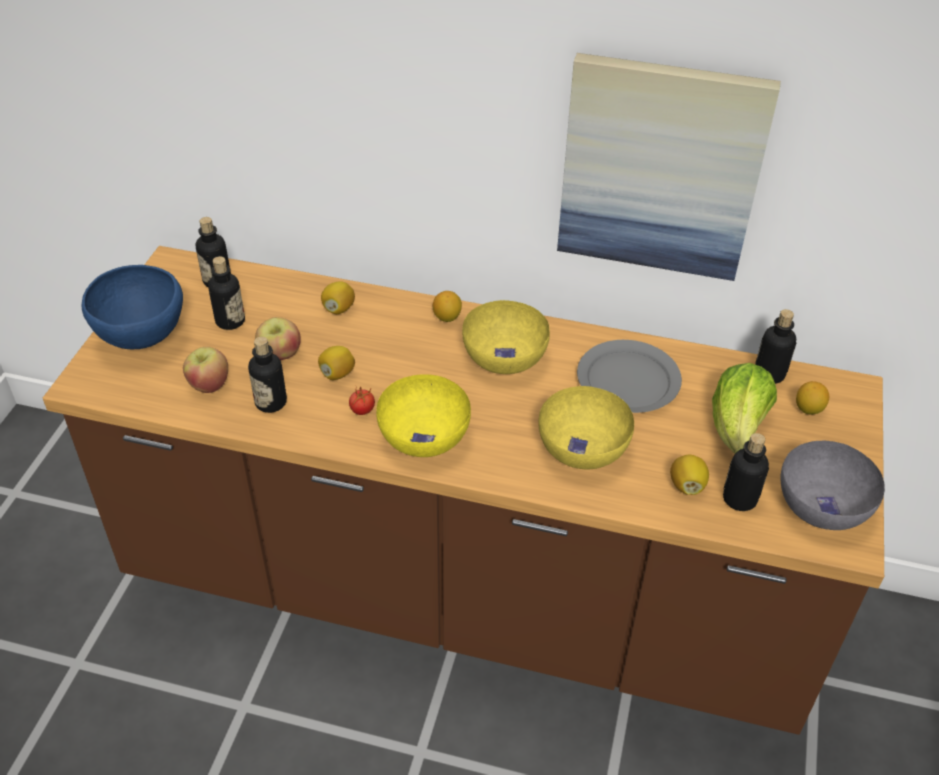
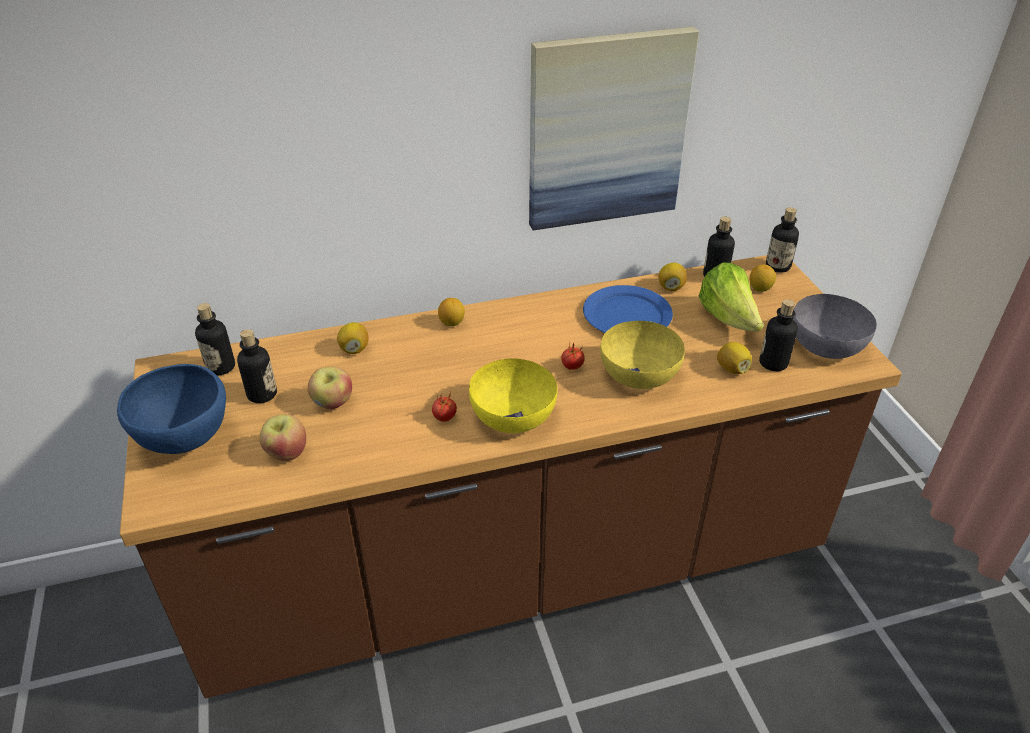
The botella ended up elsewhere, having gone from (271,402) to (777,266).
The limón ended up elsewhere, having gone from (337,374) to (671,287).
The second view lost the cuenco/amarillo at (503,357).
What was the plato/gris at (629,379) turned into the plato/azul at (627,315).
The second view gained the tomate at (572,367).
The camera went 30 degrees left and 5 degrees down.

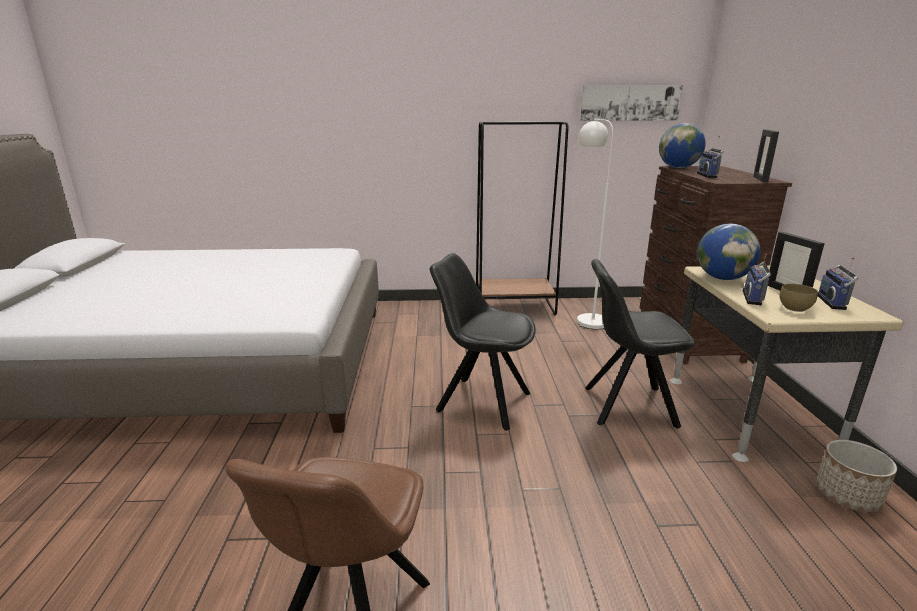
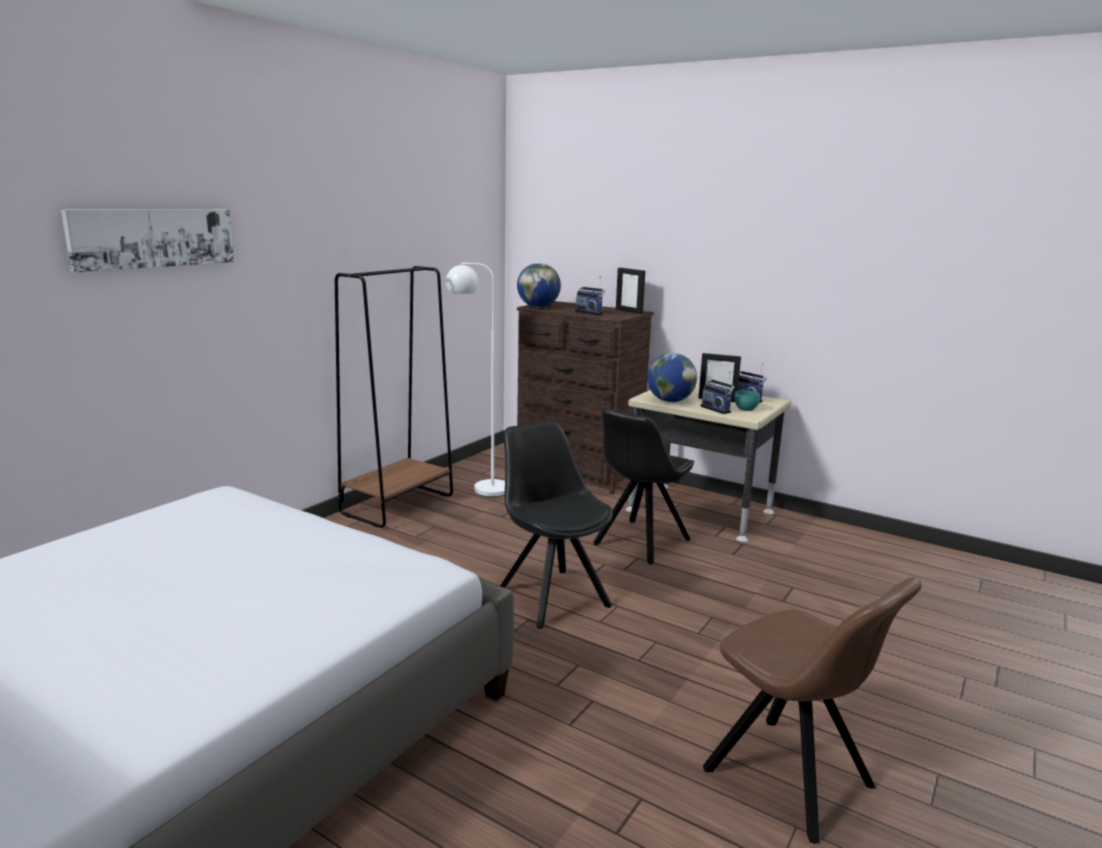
The silla/negro at (483,402) ended up facing another way, 90 degrees clockwise from before.
The cuadro ended up elsewhere, having gone from (630,103) to (153,238).
What was the cuenco/marrón at (796,308) turned into the cuenco/turquesa at (746,409).
The second view lost the maceta at (847,496).
The camera went 55 degrees left and 5 degrees down.

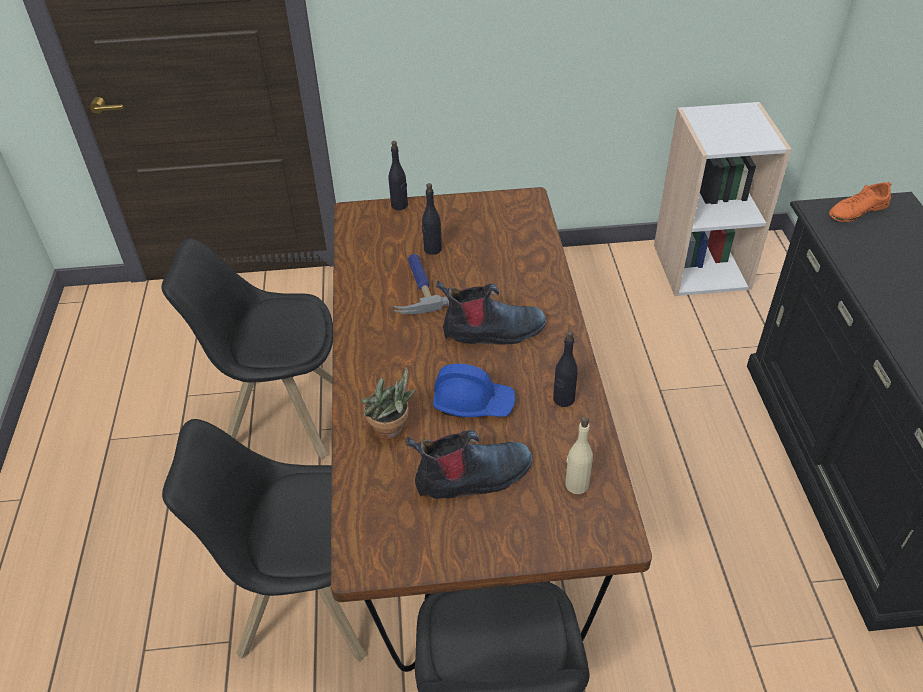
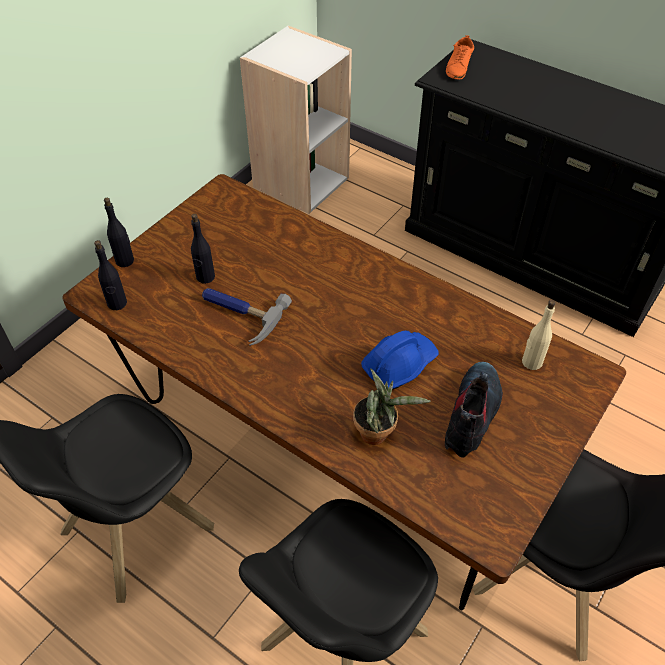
The second view lost the bota at (492,332).
The botella/negro ended up elsewhere, having gone from (563,399) to (117,303).
The camera went 50 degrees left and 5 degrees up.

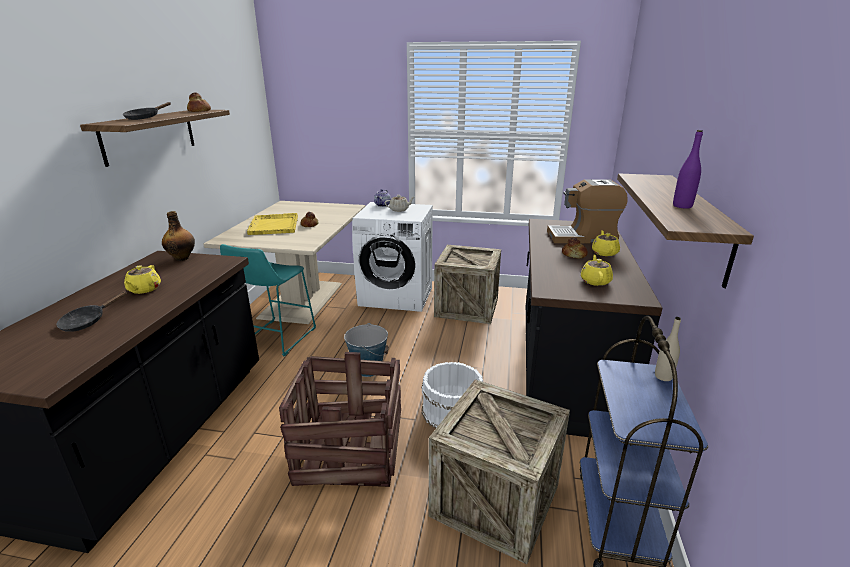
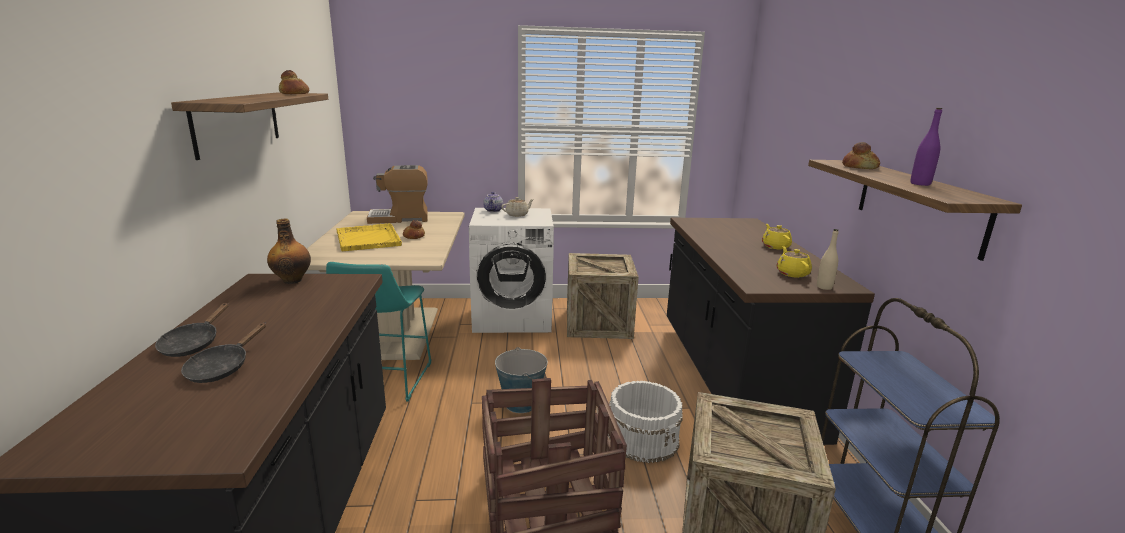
The sartén/negro ended up elsewhere, having gone from (145,118) to (193,344).
The second view lost the tetera/amarillo at (144,289).
The cafetera ended up elsewhere, having gone from (583,237) to (400,218).
The pan ended up elsewhere, having gone from (574,255) to (860,167).
The botella/beis ended up elsewhere, having gone from (663,376) to (824,287).
The camera went 15 degrees left and 5 degrees down.

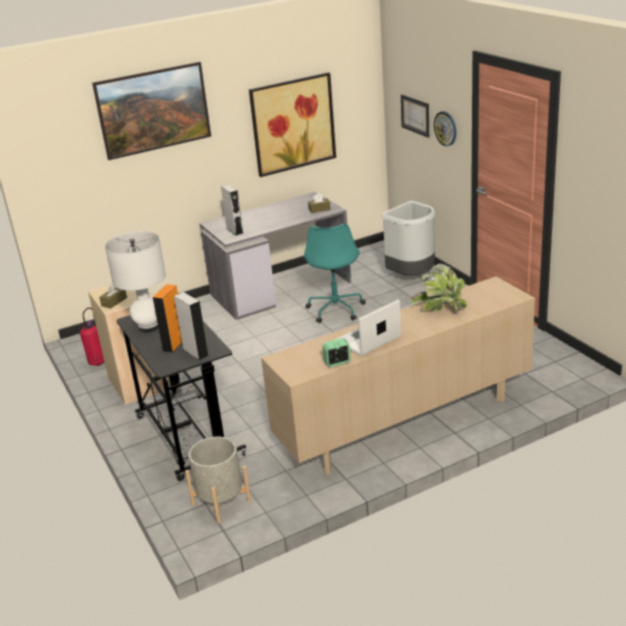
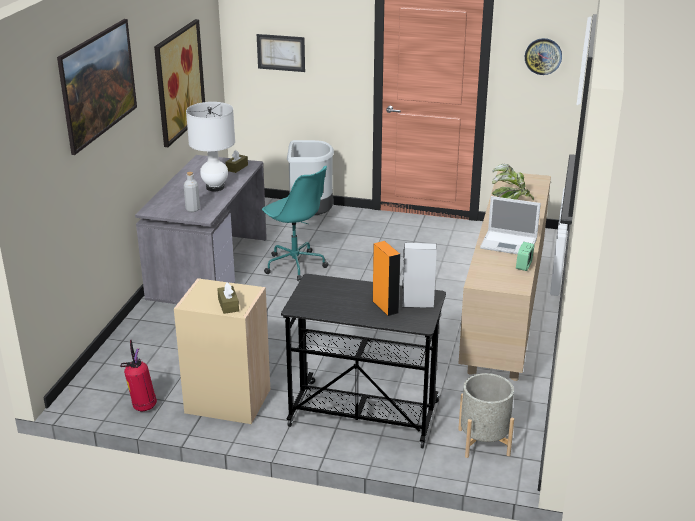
The lámpara de mesa/blanco ended up elsewhere, having gone from (149,327) to (215,187).
Where the altavoz/gris stood at (234,231), the botella/gris came to stand at (193,209).
The portátil at (367,340) ended up facing another way, 75 degrees counterclockwise from before.
The reloj de pared ended up elsewhere, having gone from (446,128) to (543,56).
The camera went 50 degrees left and 0 degrees up.

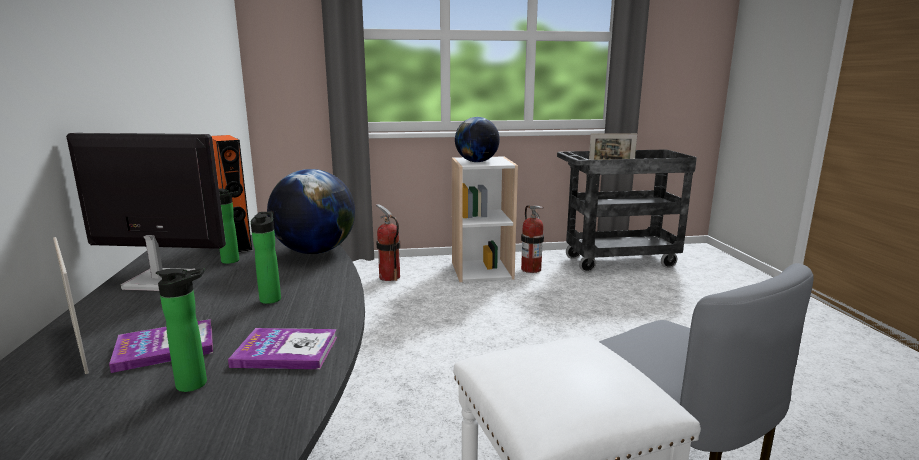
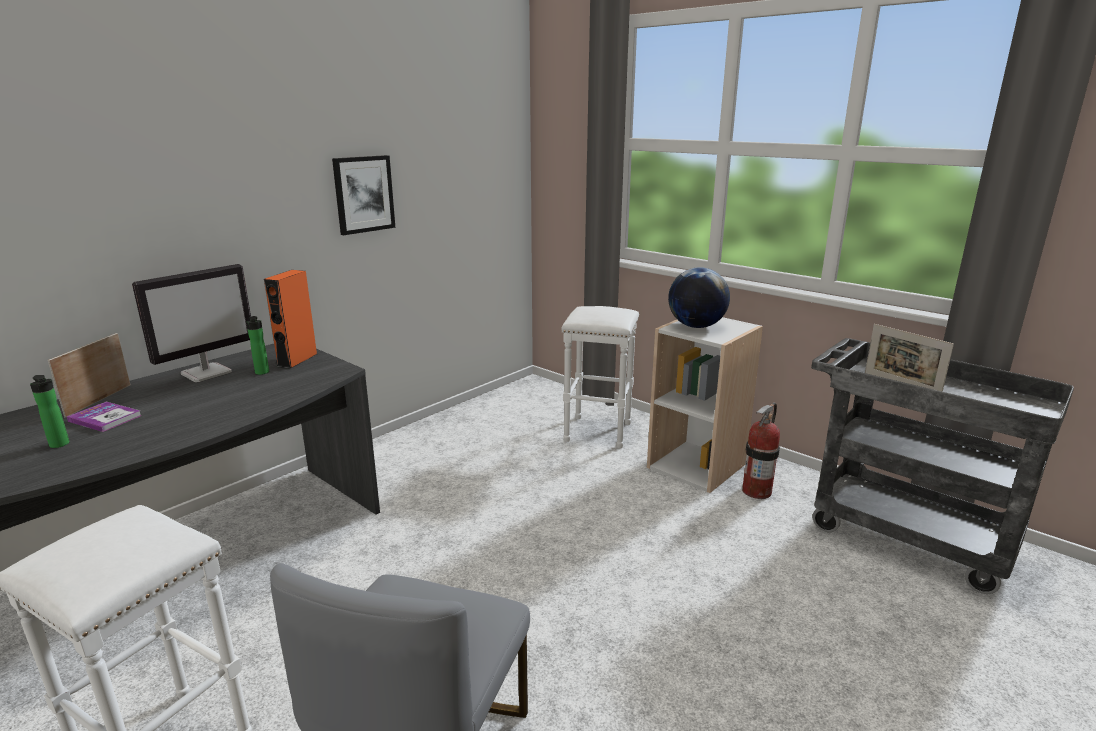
The monitor at (158,281) ended up facing another way, 75 degrees clockwise from before.
The second view lost the libro at (286,351).
The second view lost the botella at (271,298).
The second view lost the globo terráqueo at (315,252).
Where the extintor stood at (389,277), the taburete/blanco came to stand at (596,431).
The second view gained the cuadro at (363,194).
The camera went 50 degrees right and 5 degrees up.

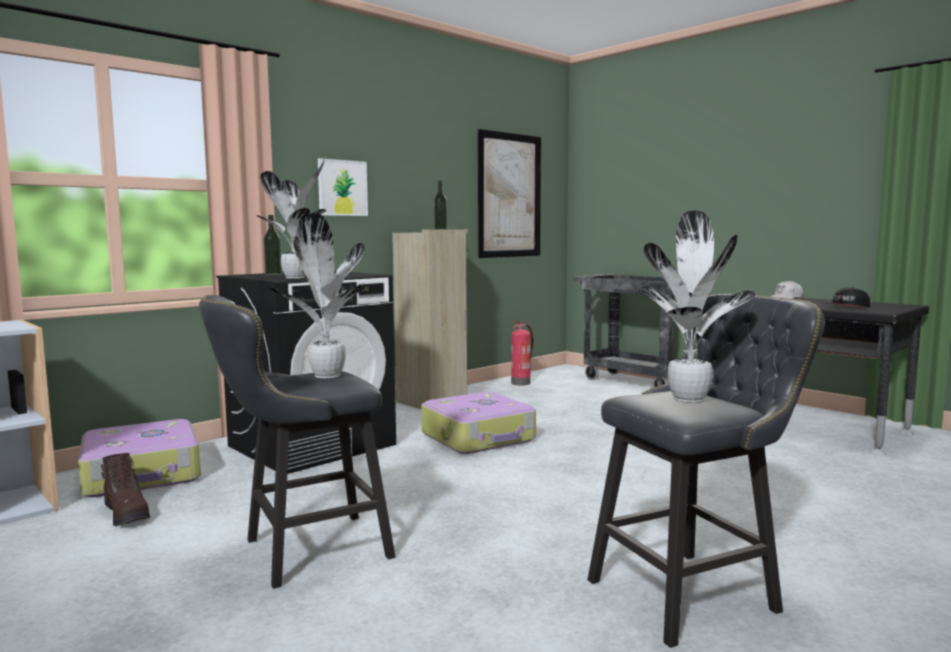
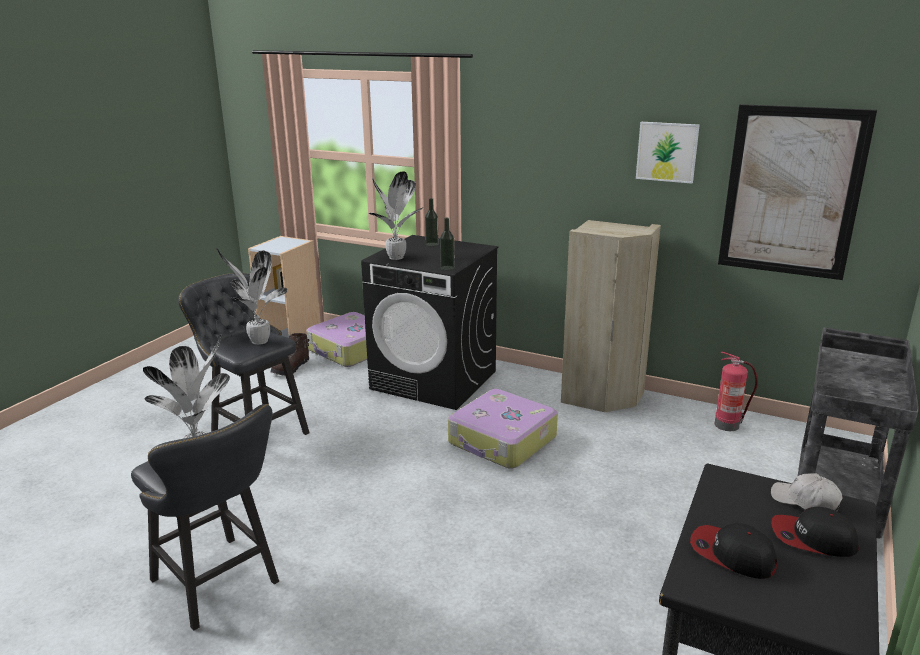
The cuadro ended up elsewhere, having gone from (342,188) to (667,152).
The botella ended up elsewhere, having gone from (440,229) to (447,268).
The second view gained the gorra at (812,539).
The camera went 70 degrees right and 15 degrees up.

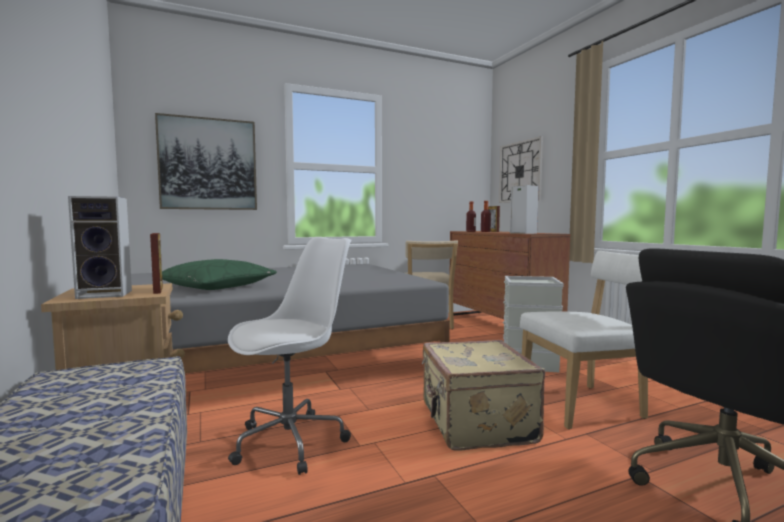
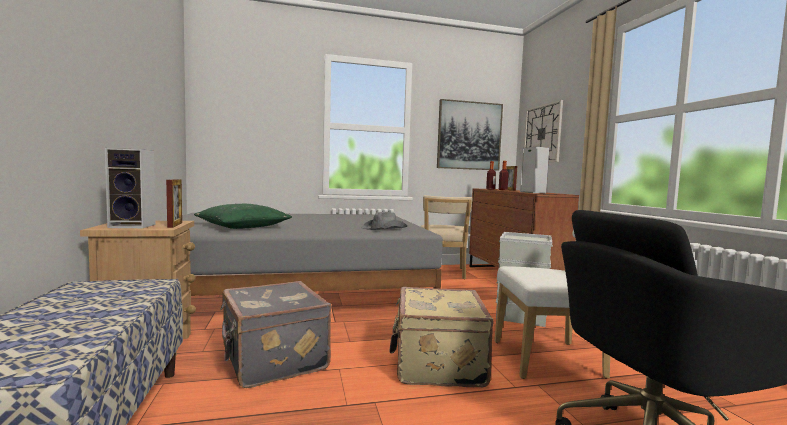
The cuadro ended up elsewhere, having gone from (208,164) to (469,135).
Where the silla de oficina/blanco stood at (292,442), the maleta/gris came to stand at (272,360).
The second view gained the sombrero/gris at (384,228).
The camera went 10 degrees right and 0 degrees up.

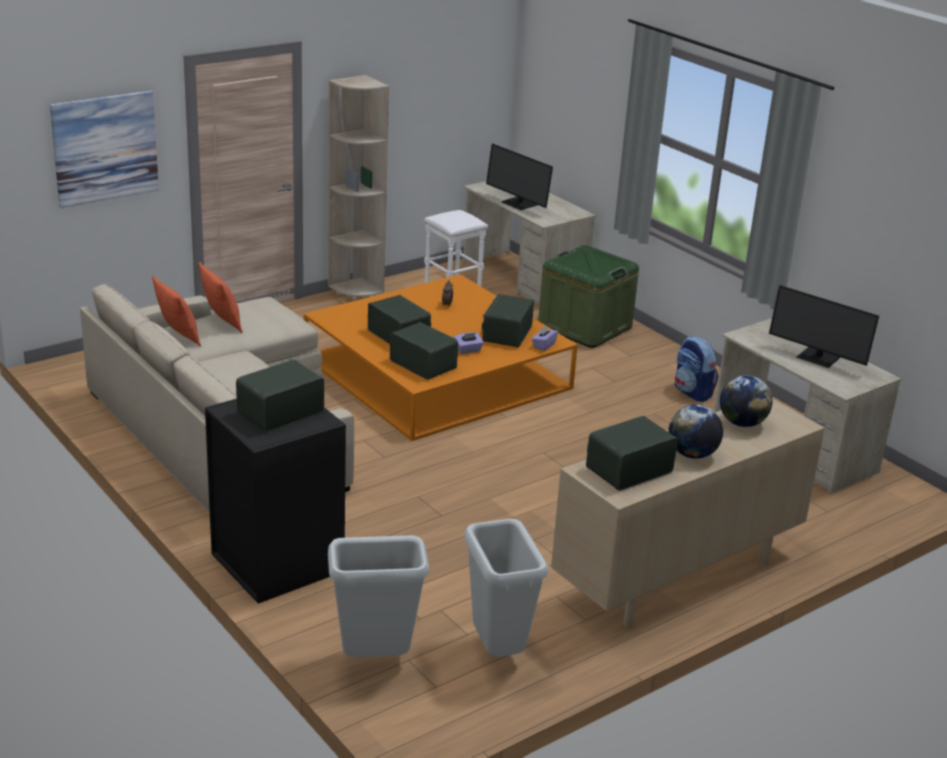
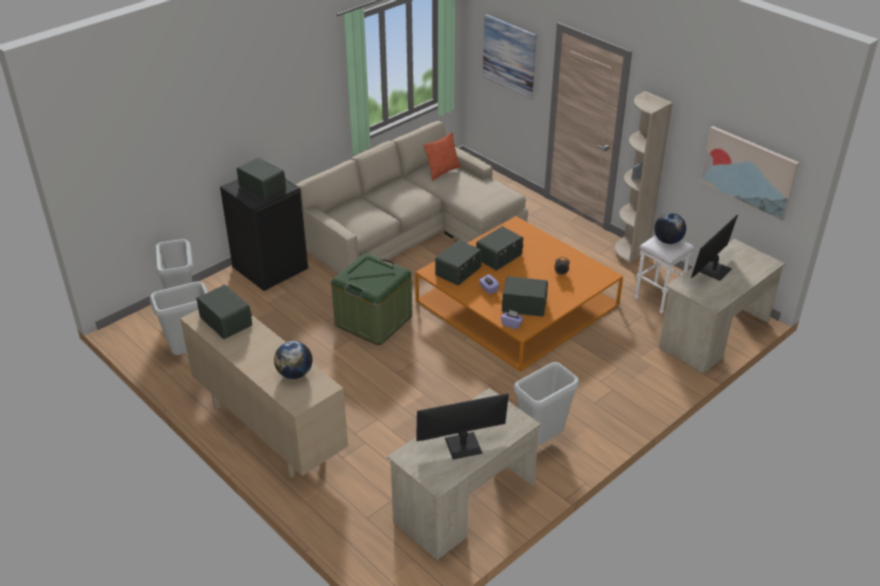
The second view lost the cojín/naranja at (222,322).
The caja de almacenaje/verde ended up elsewhere, having gone from (585,327) to (373,321).
The globo terráqueo ended up elsewhere, having gone from (692,454) to (667,241).
Where the mochila stood at (693,392), the papelera/gris came to stand at (541,442).
The monitor at (818,357) ended up facing another way, 45 degrees clockwise from before.
The second view gained the cuadro at (749,171).
The camera went 85 degrees right and 10 degrees up.

